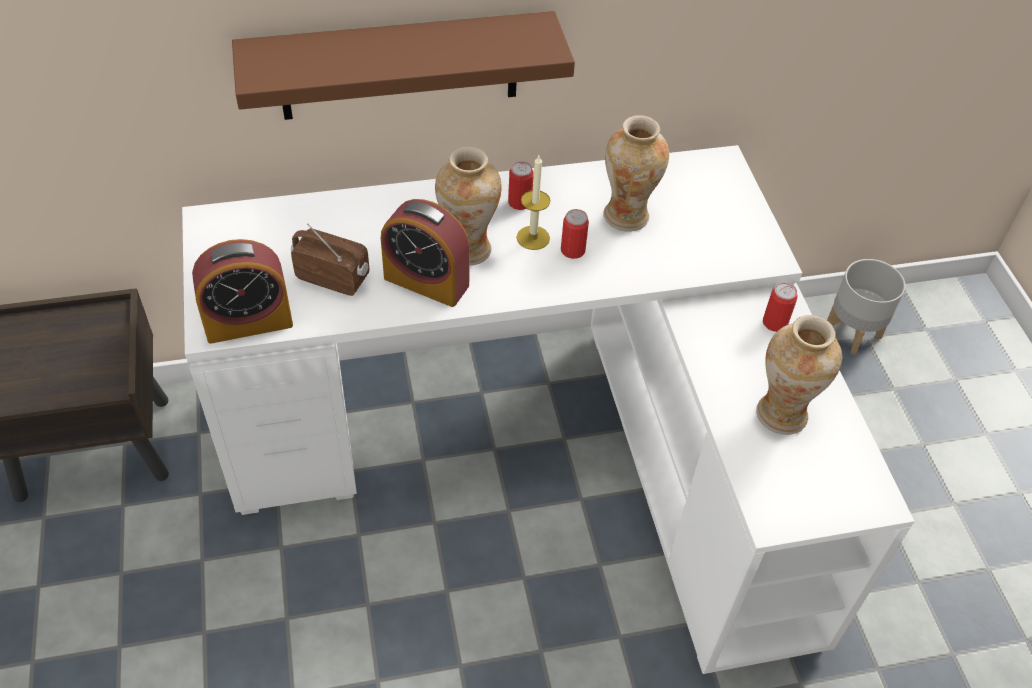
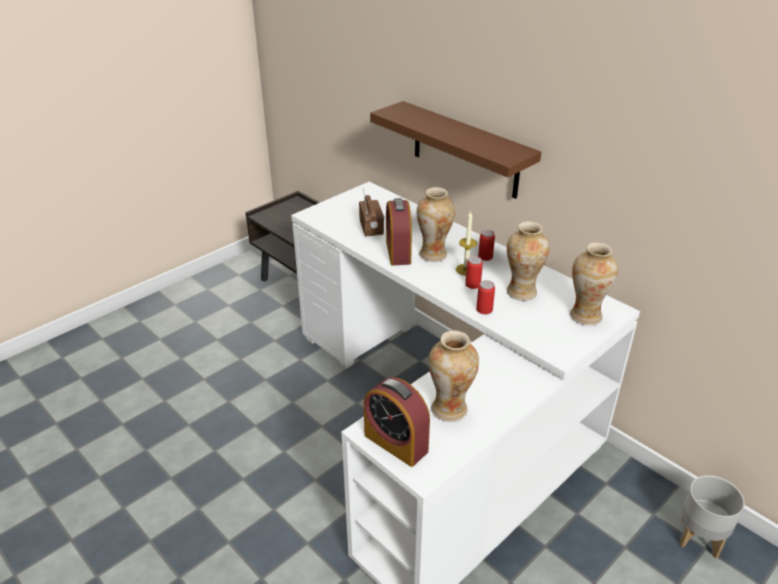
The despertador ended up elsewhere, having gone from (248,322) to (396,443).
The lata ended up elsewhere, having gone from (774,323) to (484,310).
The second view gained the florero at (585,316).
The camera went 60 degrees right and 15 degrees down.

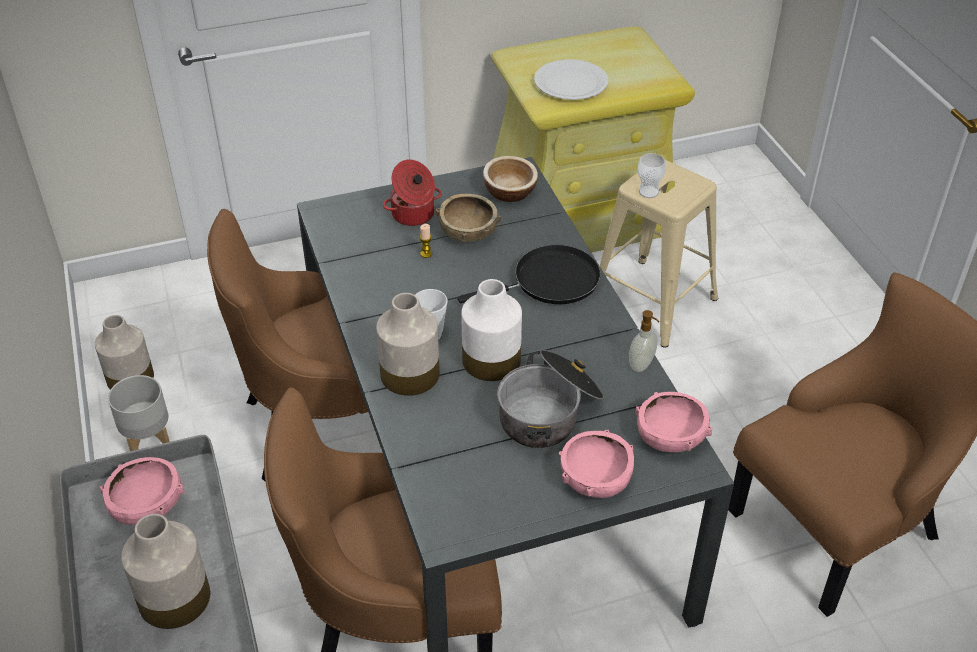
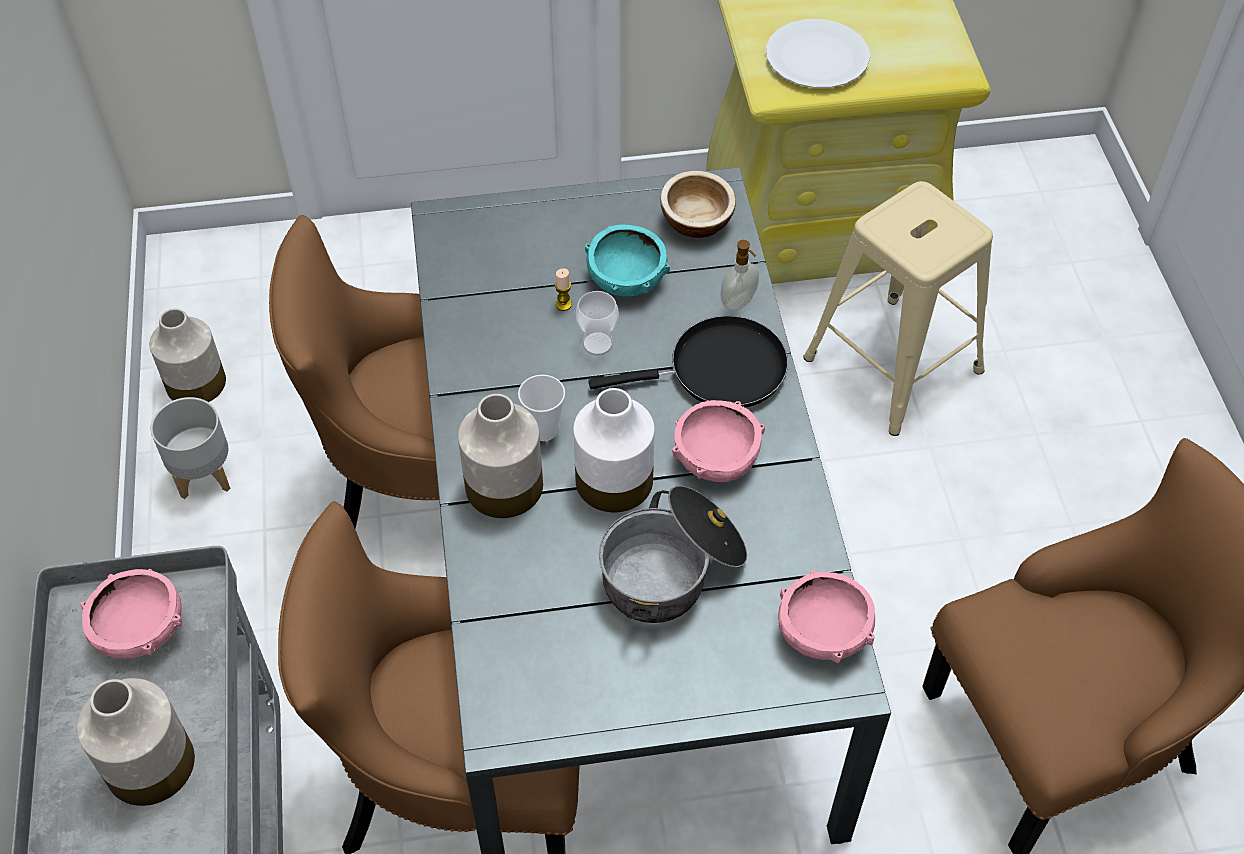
The second view lost the olla at (413,215).
What was the cuenco/marrón at (468,232) turned into the cuenco/turquesa at (626,278).
The cuenco/rosa ended up elsewhere, having gone from (595,479) to (716,457).
The dispensador de jabón ended up elsewhere, having gone from (642,365) to (739,303).
The taza ended up elsewhere, having gone from (648,192) to (597,344).
The camera went 10 degrees right and 10 degrees up.

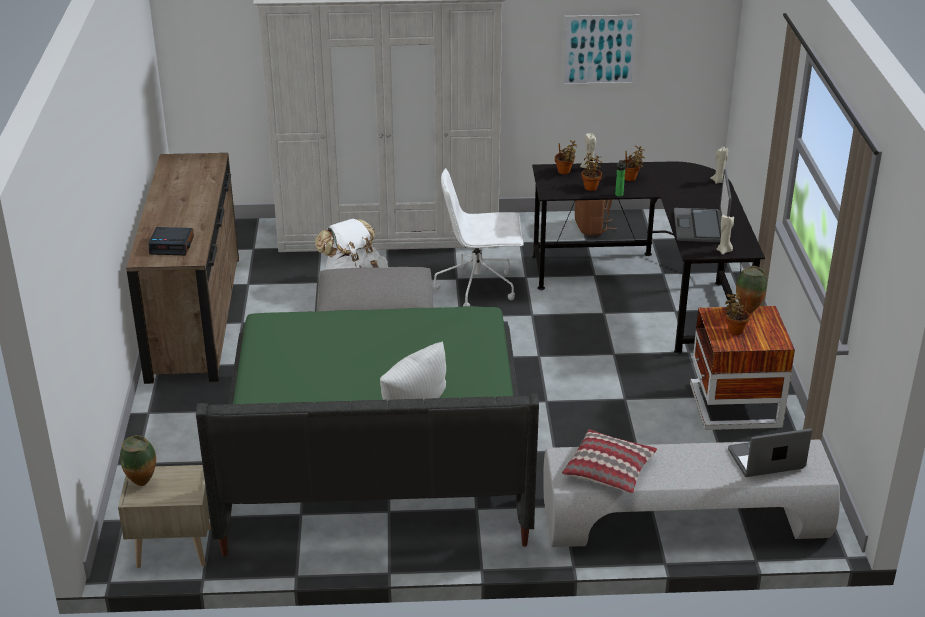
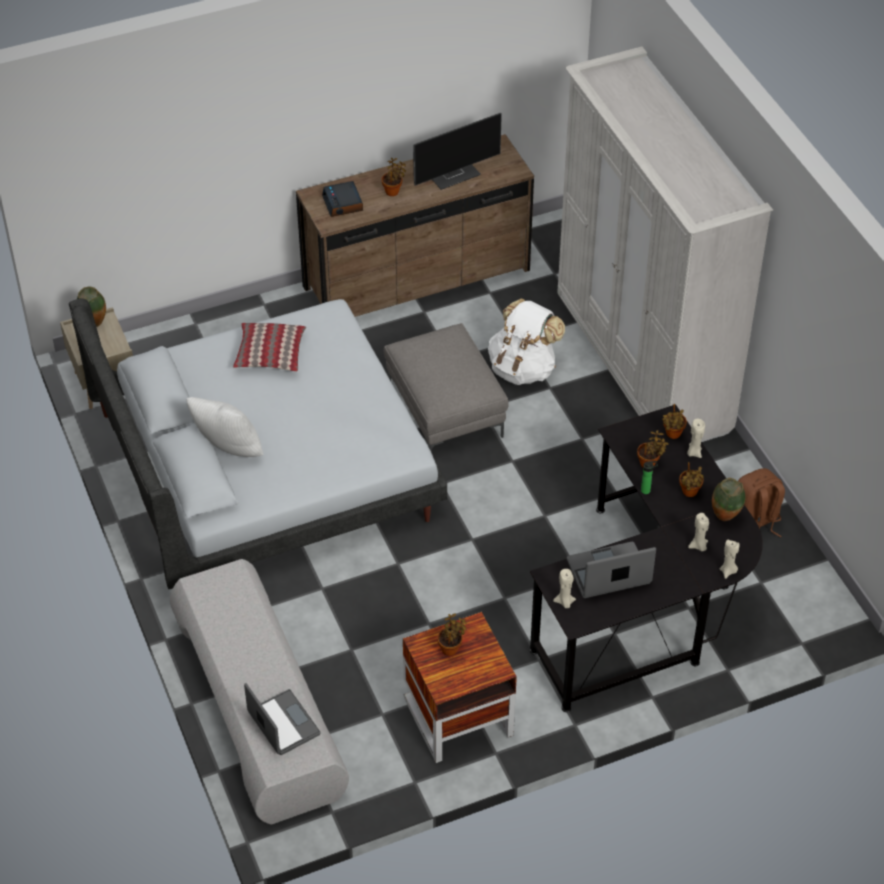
What was the cama/verde at (375,456) turned into the cama/gris at (264,466).
The second view lost the silla de oficina/blanco at (481,287).
The second view lost the cuadro at (599,50).
The cojín ended up elsewhere, having gone from (609,470) to (270,354).
The florero ended up elsewhere, having gone from (747,310) to (725,517).
The second view gained the planta en maceta at (393,191).
The second view gained the monitor at (454,174).
The second view gained the vela/beis at (698,546).
The camera went 70 degrees right and 15 degrees up.

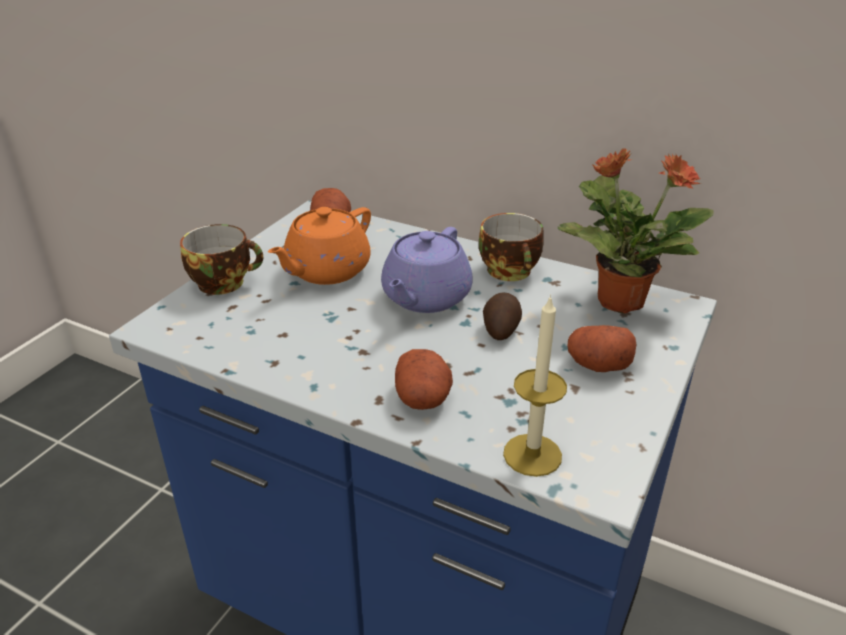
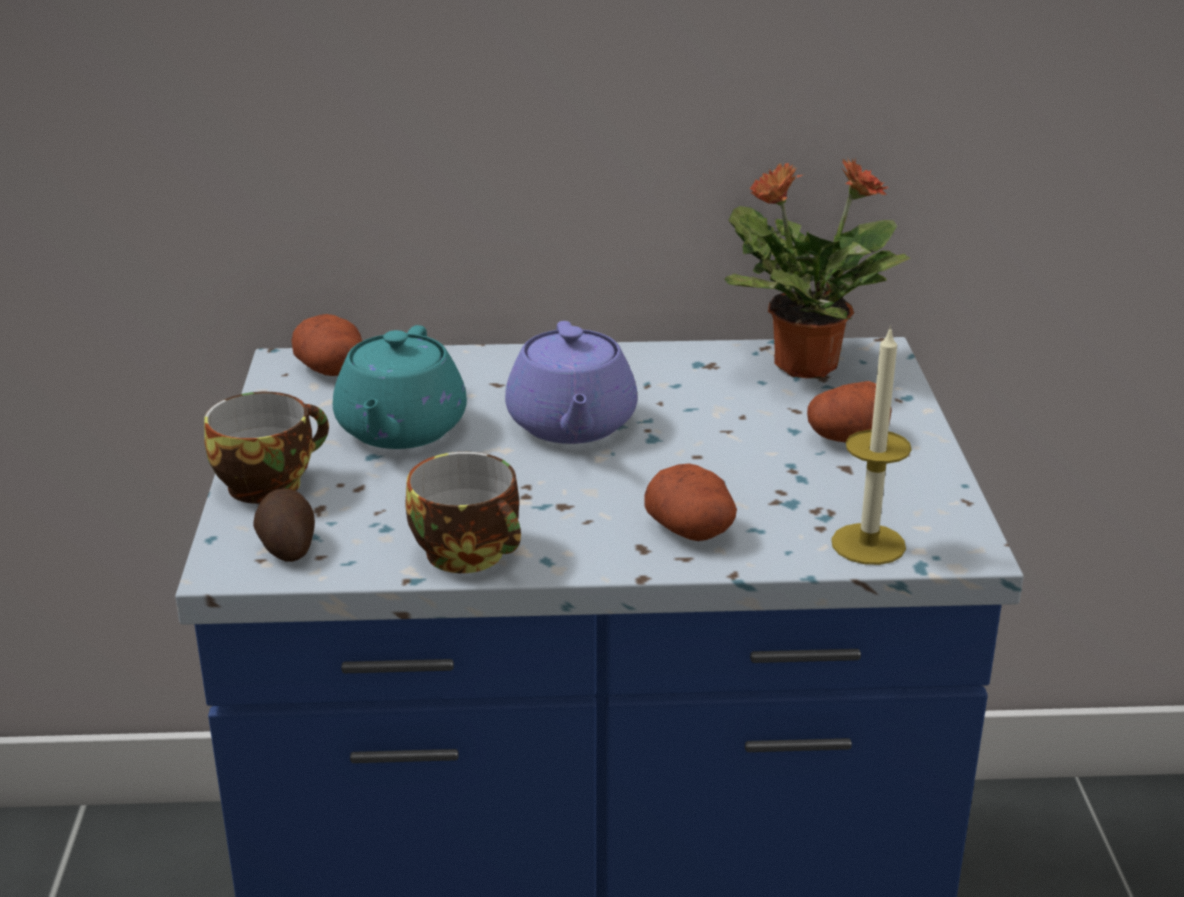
What was the tetera/naranja at (326,271) turned into the tetera/turquesa at (400,430).
The taza ended up elsewhere, having gone from (511,272) to (471,554).
The patata ended up elsewhere, having gone from (500,329) to (287,546).
The camera went 30 degrees left and 5 degrees down.

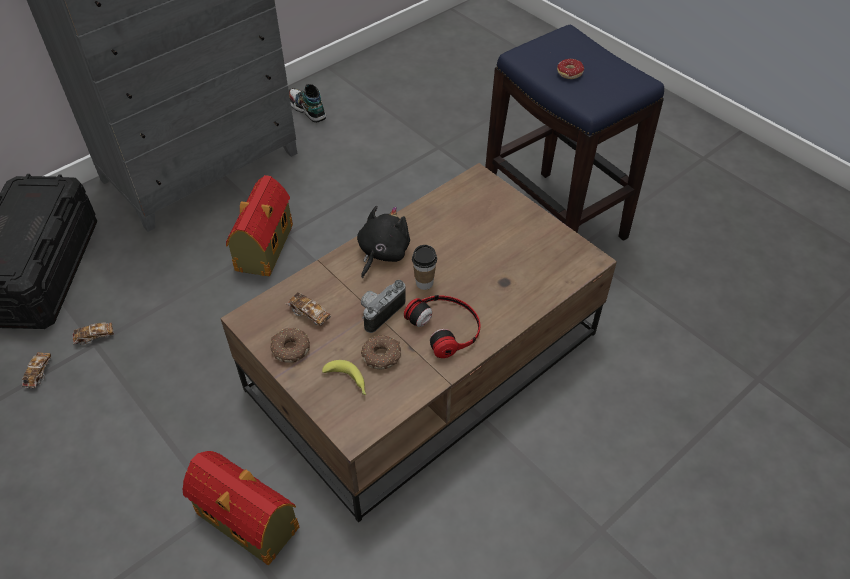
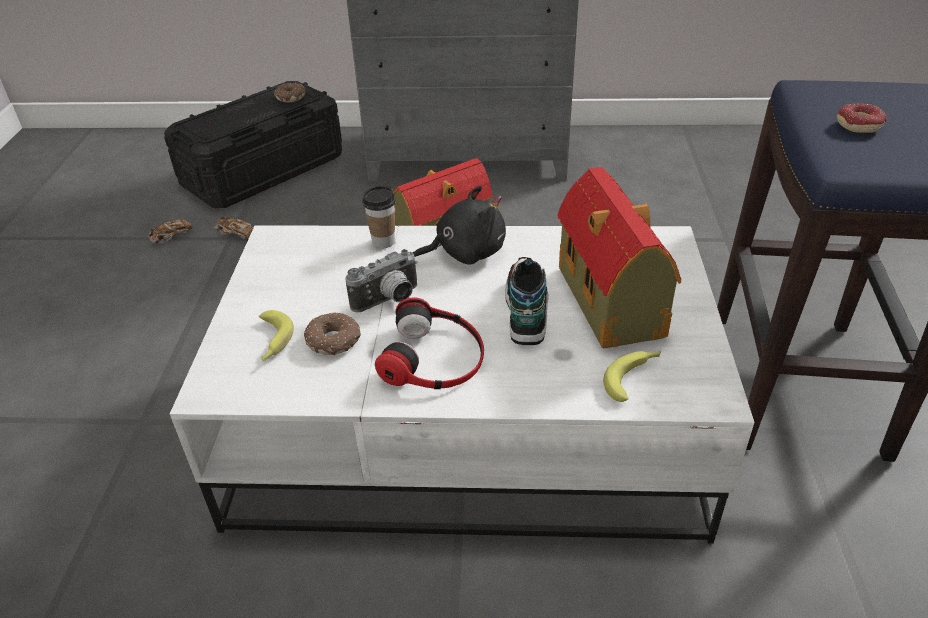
The casita ended up elsewhere, having gone from (249,522) to (610,303).
What was the mesa de centro/marrón at (423,363) turned into the mesa de centro/blanco at (464,429).
The rosquilla ended up elsewhere, having gone from (290,348) to (290,97).
The second view lost the coche de juguete at (309,314).
The zapato ended up elsewhere, having gone from (307,110) to (525,310).
The cámara at (380,312) ended up facing another way, 150 degrees clockwise from before.
The taza ended up elsewhere, having gone from (424,283) to (383,242).
The second view gained the plátano at (633,377).
The camera went 45 degrees right and 10 degrees down.

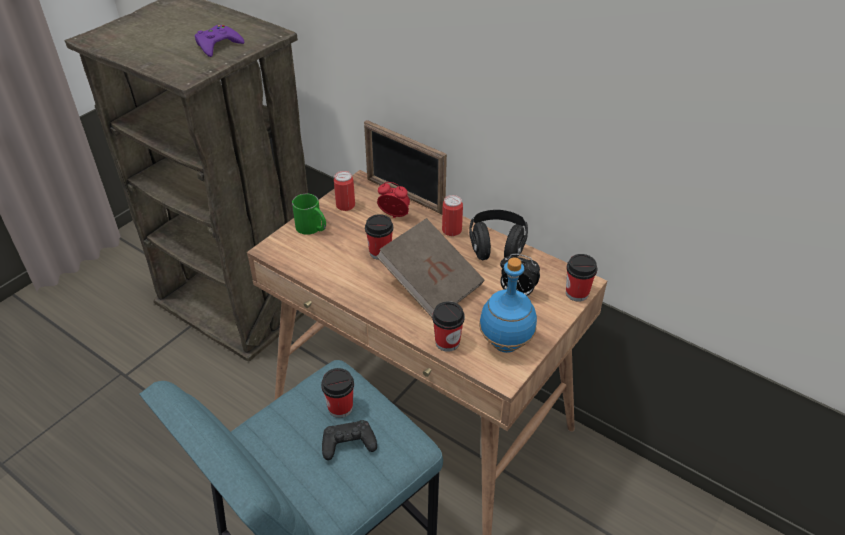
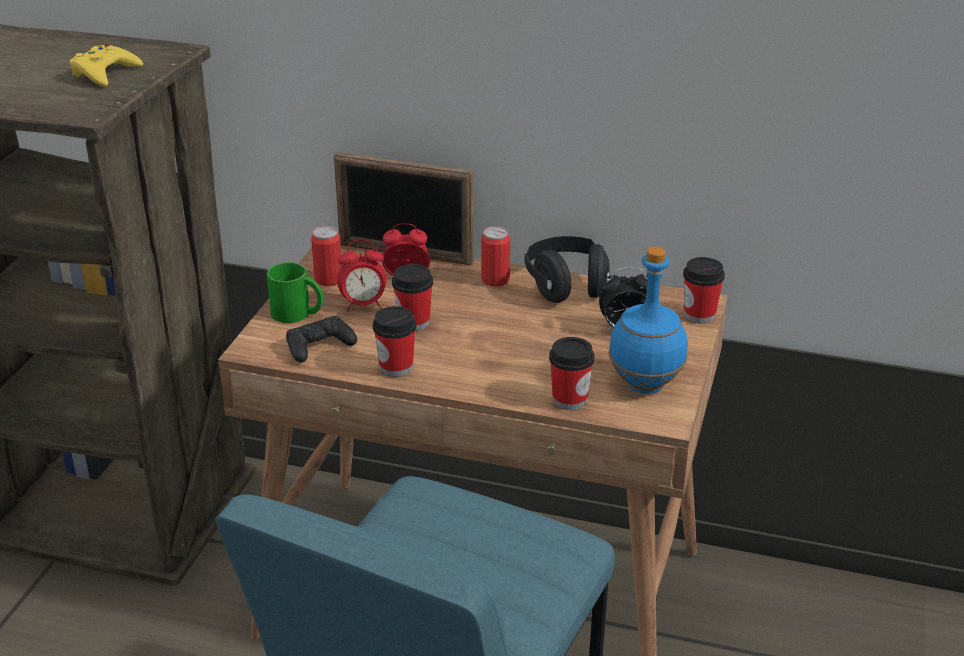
What was the mando de consola/morado at (218,45) turned into the mando de consola/amarillo at (105,73).
The taza ended up elsewhere, having gone from (340,407) to (396,367).
The mando de consola/negro ended up elsewhere, having gone from (348,443) to (319,346).
The second view lost the libro/marrón at (431,285).
The second view gained the despertador at (363,305).
The camera went 20 degrees left and 10 degrees down.

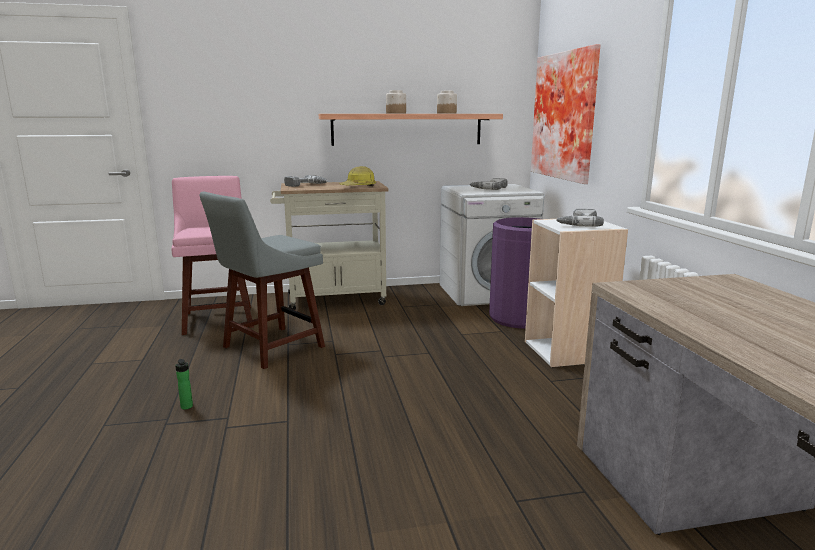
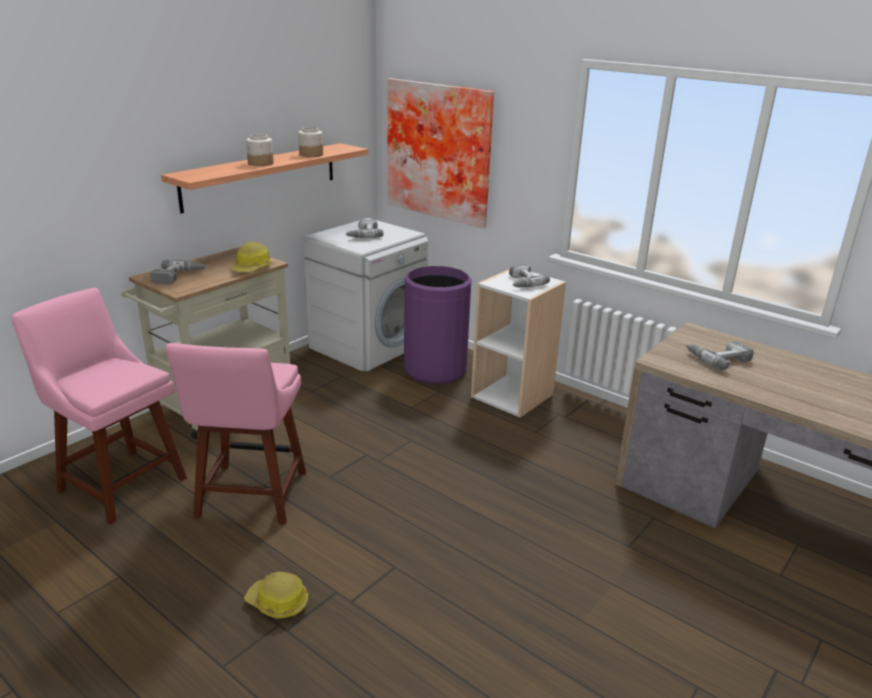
Where the botella stood at (187,407), the casco came to stand at (278,603).
What was the taburete/gris at (269,348) turned into the taburete/rosa at (250,497).
The second view gained the taladro at (717,358).
The camera went 40 degrees left and 10 degrees up.

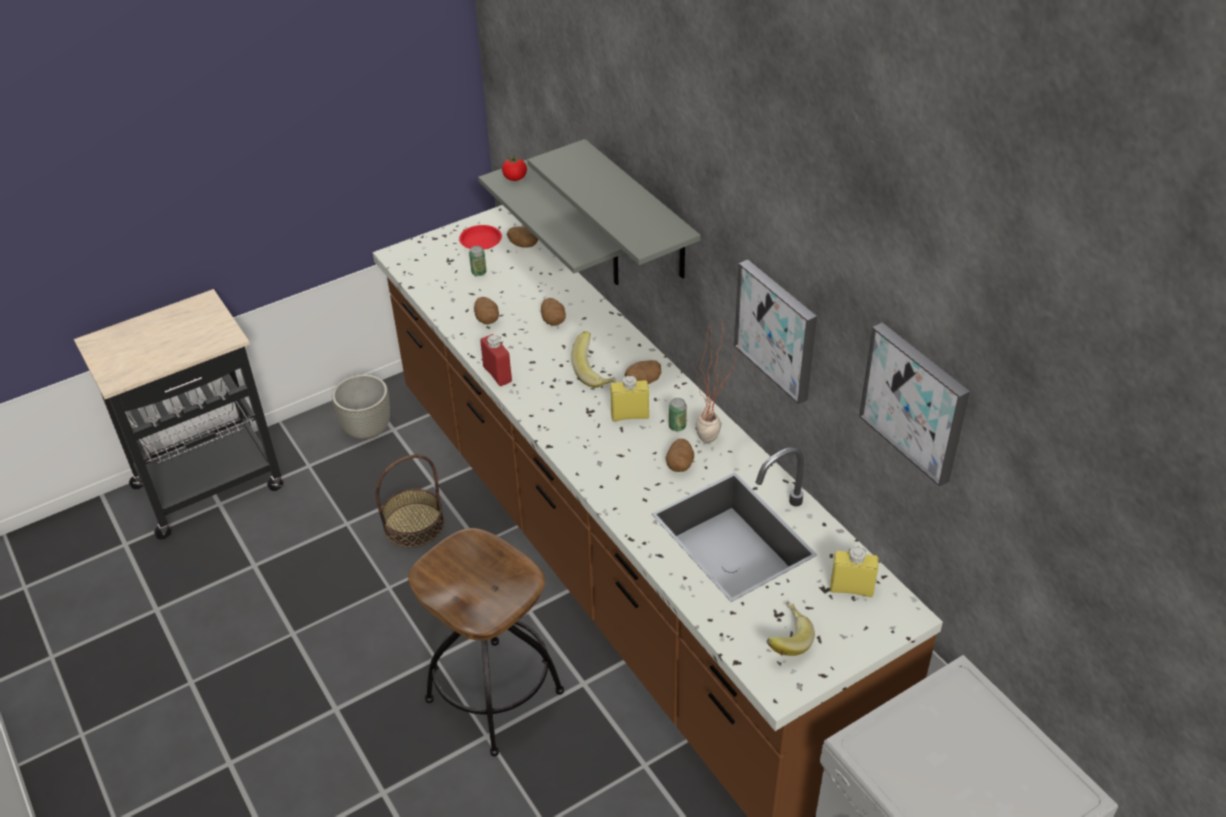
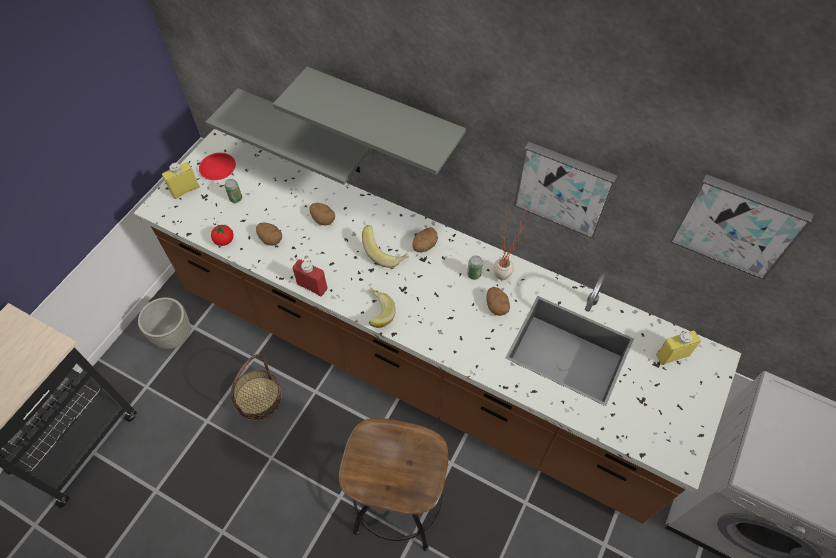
The tomate ended up elsewhere, having gone from (515,178) to (224,241).
The second view lost the patata at (523,244).
The botella/amarillo ended up elsewhere, having gone from (630,415) to (185,190).
The plátano ended up elsewhere, having gone from (785,640) to (376,313).
The camera went 30 degrees left and 15 degrees up.

